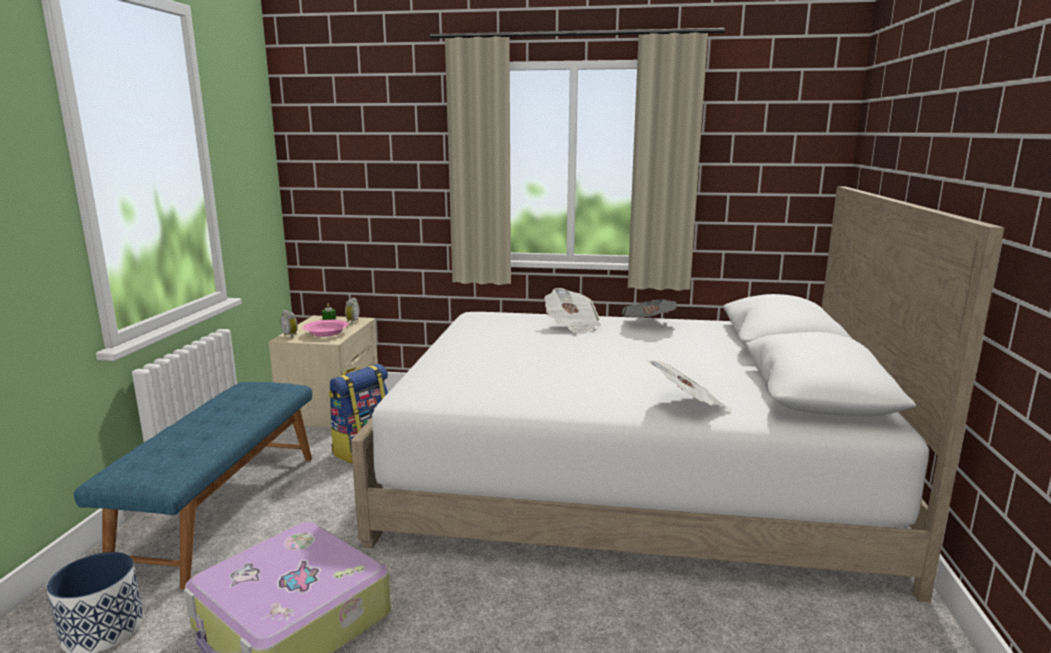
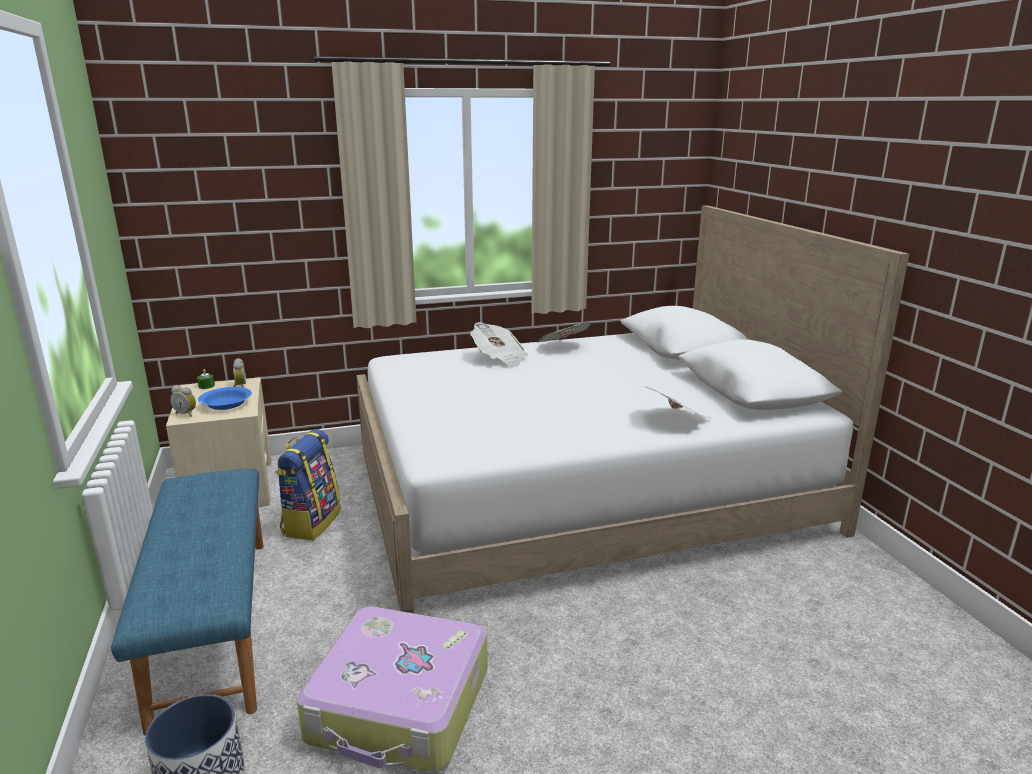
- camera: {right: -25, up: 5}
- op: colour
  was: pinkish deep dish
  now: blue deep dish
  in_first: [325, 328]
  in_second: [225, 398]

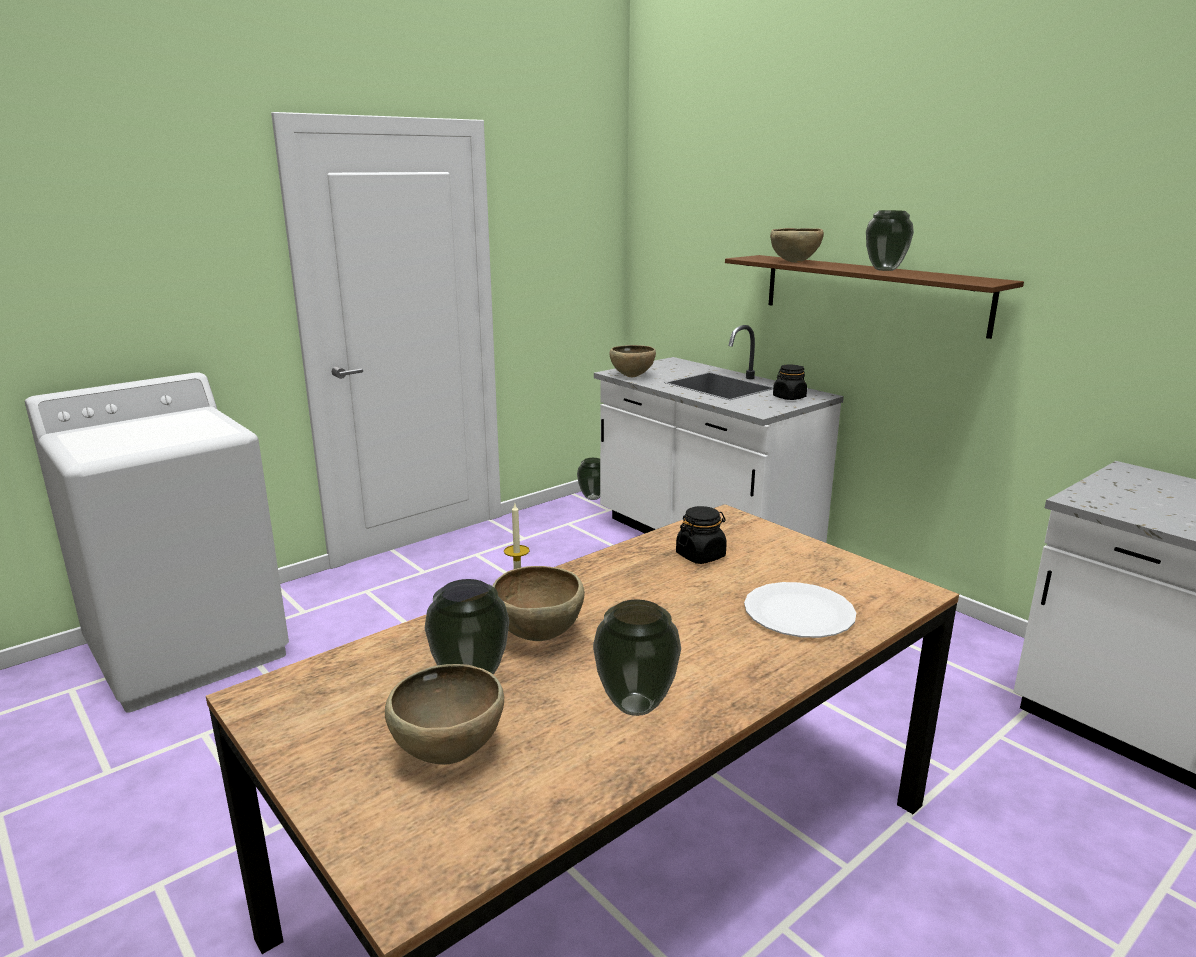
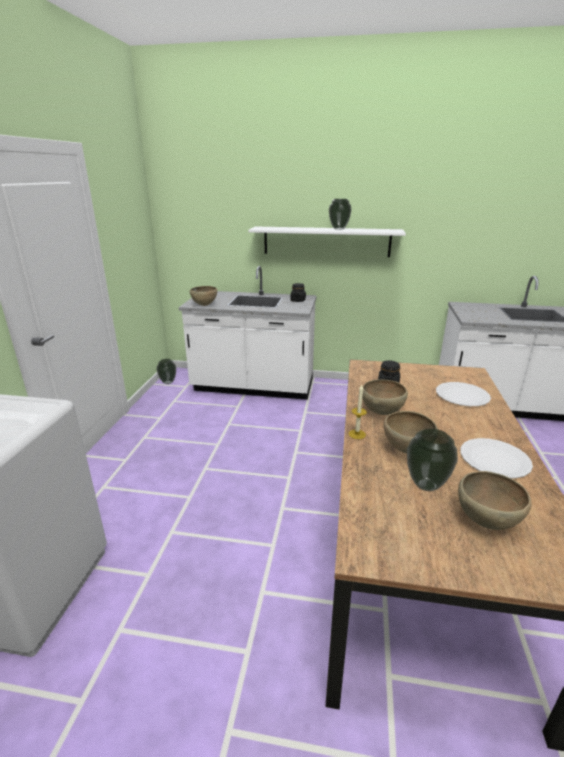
- camera: {right: -40, up: 5}
- op: exchanged
  was: vase
  now: white flat dish
  in_first: [637, 658]
  in_second: [496, 458]
- op: colour
  was: brown-coloured shelf
  now: white shelf
  in_first: [874, 297]
  in_second: [327, 241]
- op: relocated
  was: brown-coloured deep dish
  in_first: [797, 245]
  in_second: [385, 397]

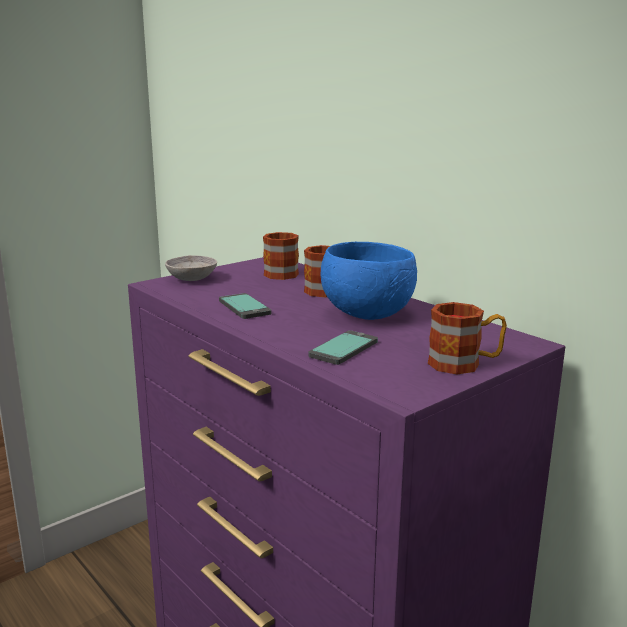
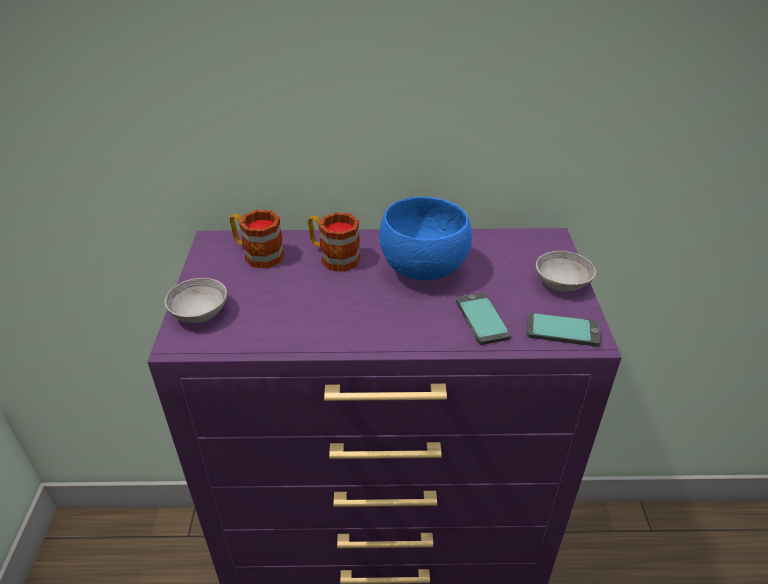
- camera: {right: -50, up: 20}
- op: relocated
  was: handset
  in_first: [245, 306]
  in_second: [564, 329]
- op: exchanged
  was: mug
  now: greyish deep dish
  in_first: [467, 338]
  in_second: [566, 271]

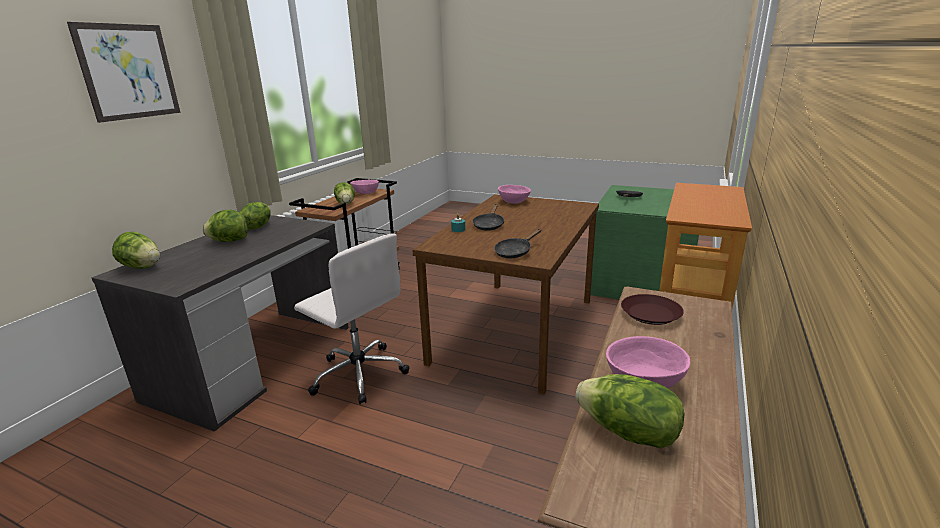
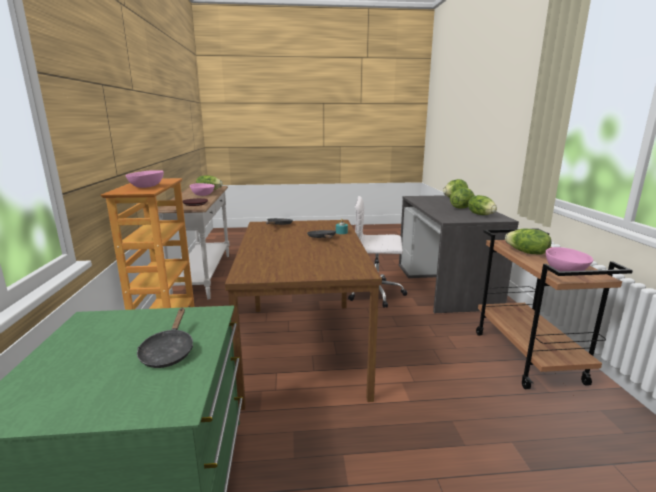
- camera: {right: 150, up: -5}
- op: missing
  was: wall art
  in_first: [124, 72]
- op: relocated
  was: pinkish deep dish
  in_first: [514, 194]
  in_second: [144, 179]

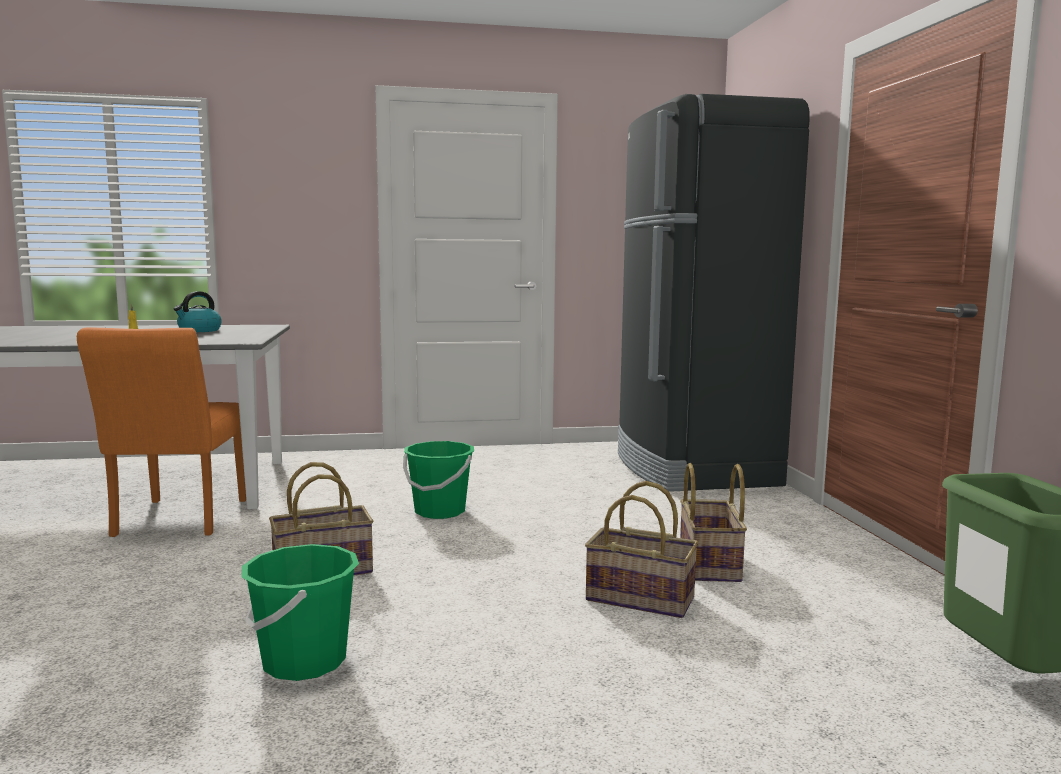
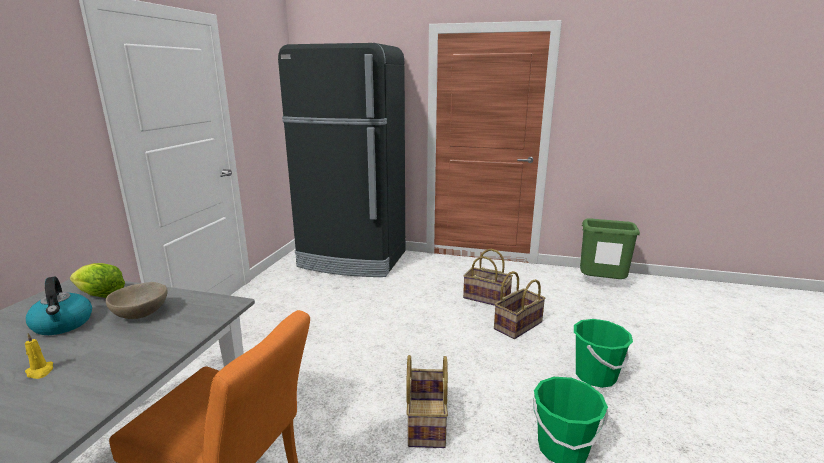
- camera: {right: -65, up: 10}
- op: relocated
  was: greenish pail
  in_first: [438, 480]
  in_second: [603, 353]
- op: appeared
  now: lettuce
  in_second: [97, 280]
- op: appeared
  now: beige-coloured deep dish
  in_second: [137, 300]

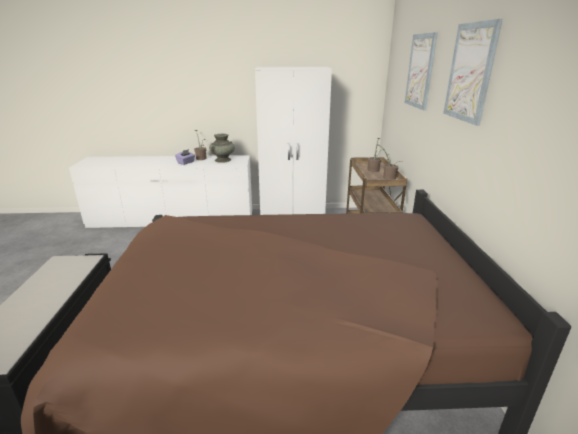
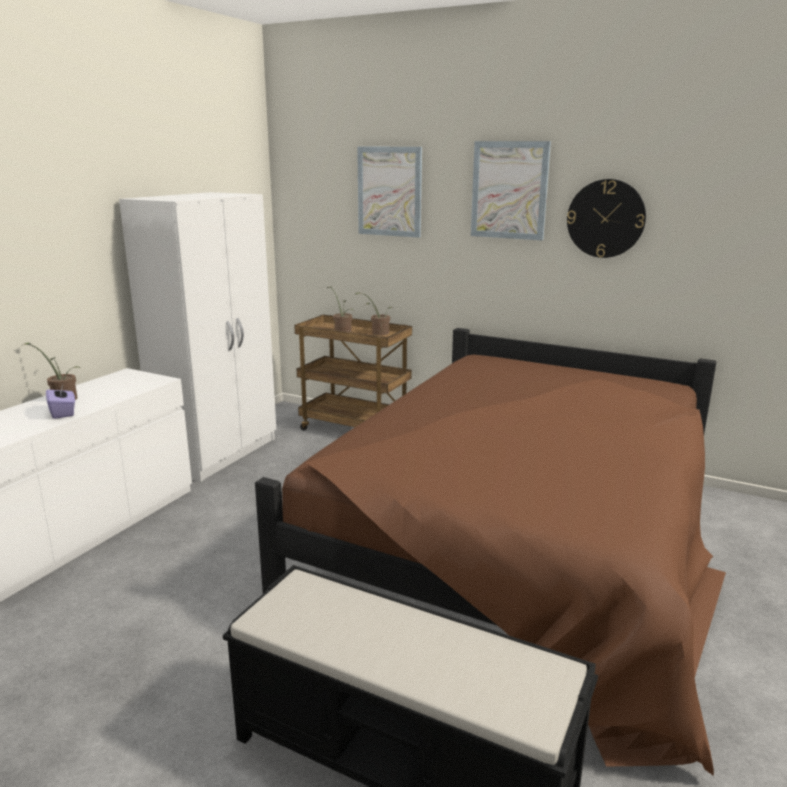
- camera: {right: -60, up: -5}
- op: missing
  was: turquoise-coloured vase
  in_first: [222, 148]
- op: appeared
  now: clock on the wall
  in_second: [606, 218]

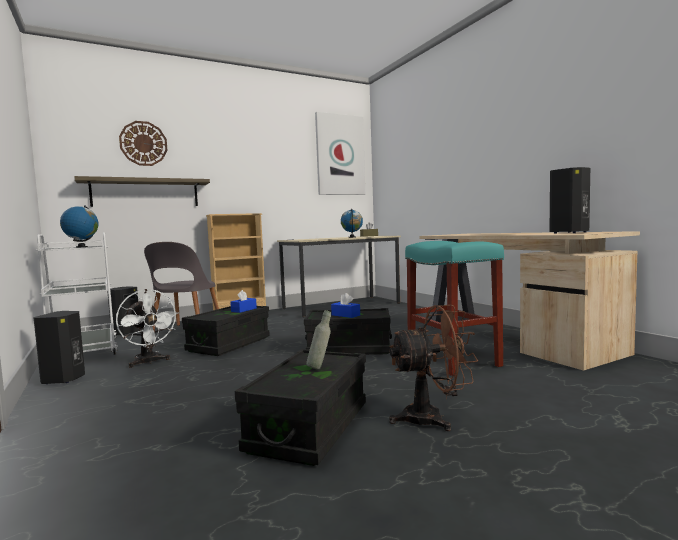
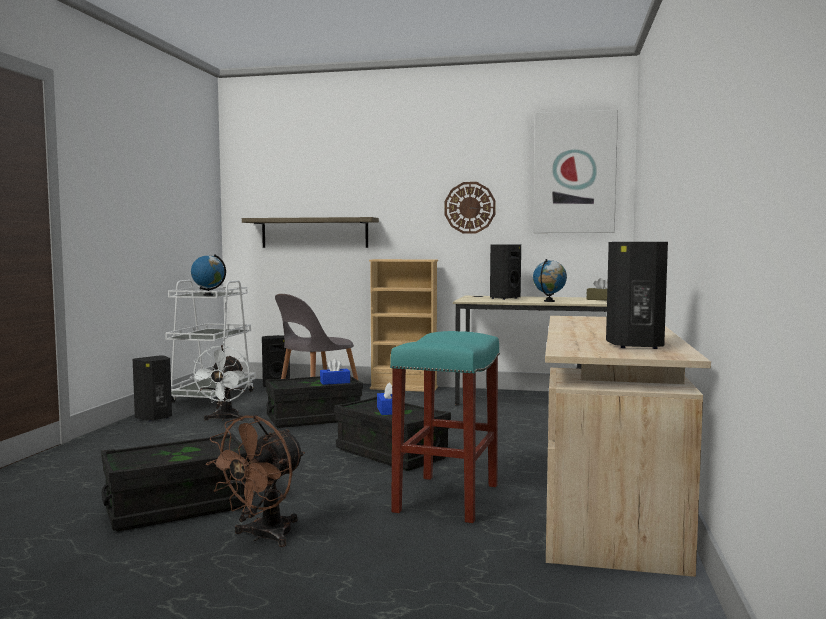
- camera: {right: 40, up: 0}
- op: relocated
  was: clock on the wall
  in_first: [143, 143]
  in_second: [470, 208]
- op: missing
  was: greyish bottle
  in_first: [318, 339]
- op: spun
  was: brown-coloured fan
  in_first: [433, 368]
  in_second: [255, 481]
  clockwise: 90
- op: appeared
  now: black-coloured audio speaker
  in_second: [505, 272]

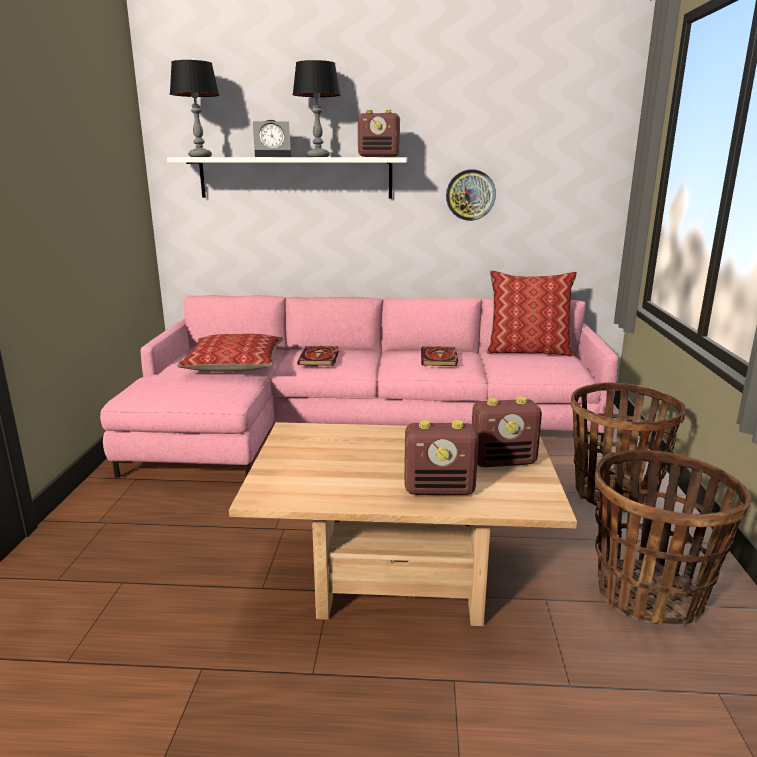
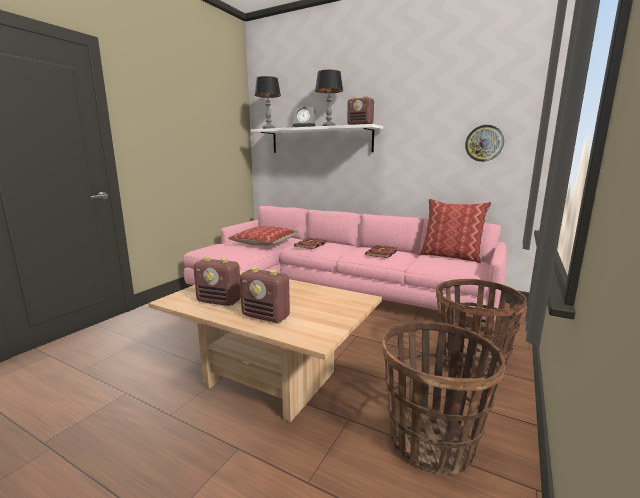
- camera: {right: 25, up: -5}
- op: relocated
  was: clock on the wall
  in_first: [471, 195]
  in_second: [484, 143]
- op: relocated
  was: radio receiver
  in_first: [507, 432]
  in_second: [217, 281]

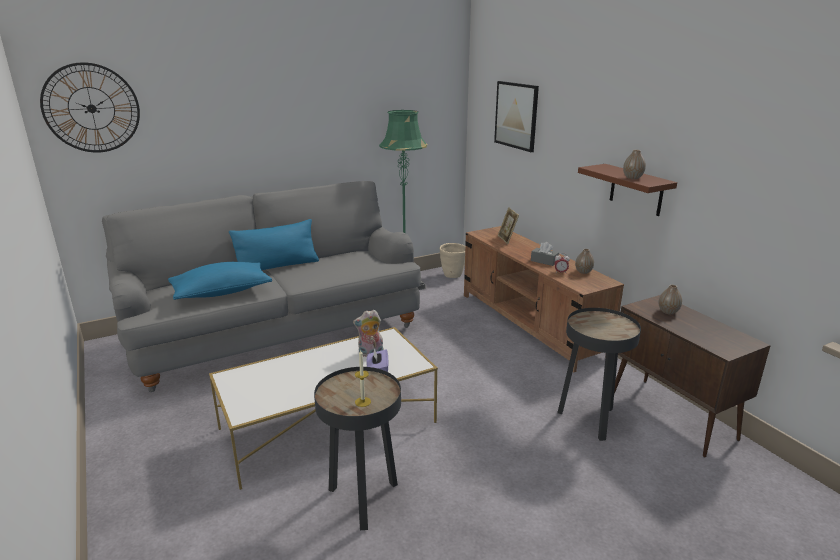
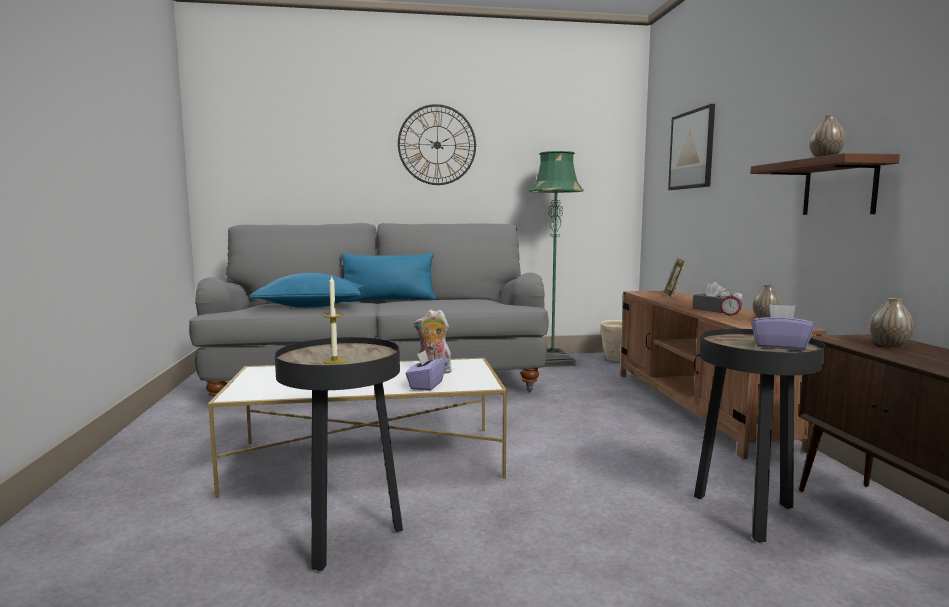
- camera: {right: 20, up: -15}
- op: relocated
  was: clock on the wall
  in_first: [90, 107]
  in_second: [437, 144]
- op: appeared
  now: purple box of tissues
  in_second: [783, 327]

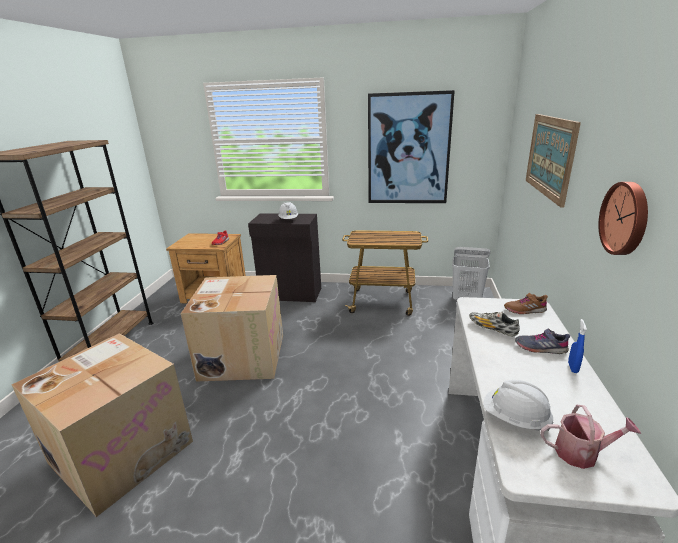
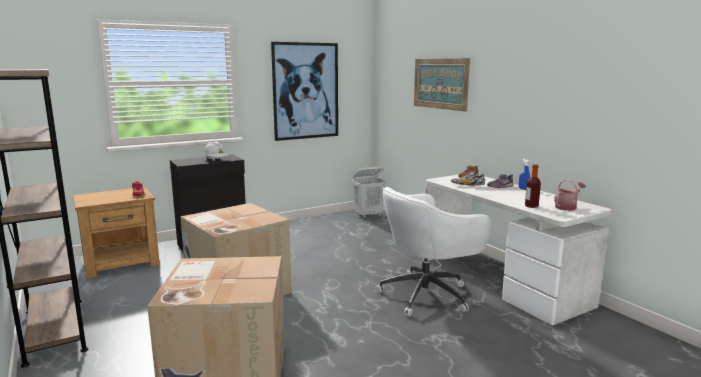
- camera: {right: -40, up: -10}
- op: missing
  was: cart
  in_first: [385, 273]
- op: exchanged
  was: white hard hat
  now: bottle
  in_first: [518, 405]
  in_second: [533, 186]
- op: missing
  was: clock on the wall
  in_first: [623, 218]
- op: appeared
  now: white desk chair
  in_second: [433, 252]

